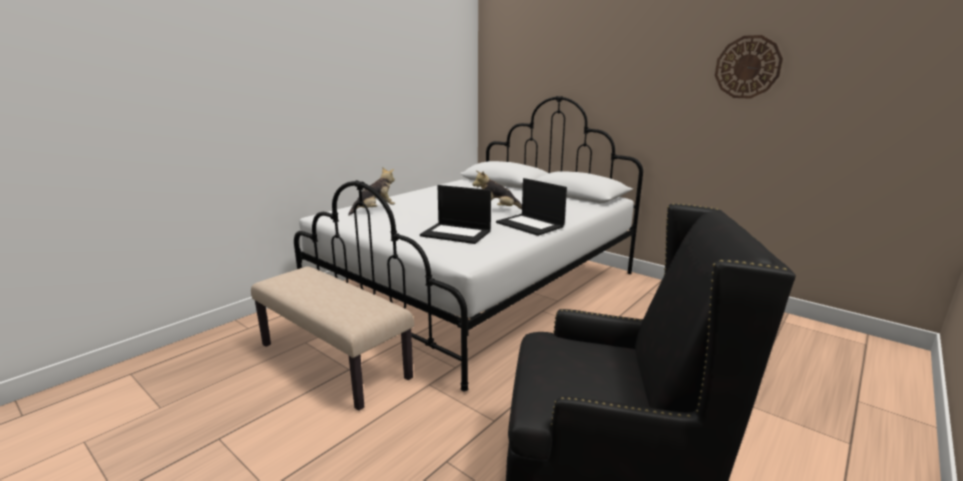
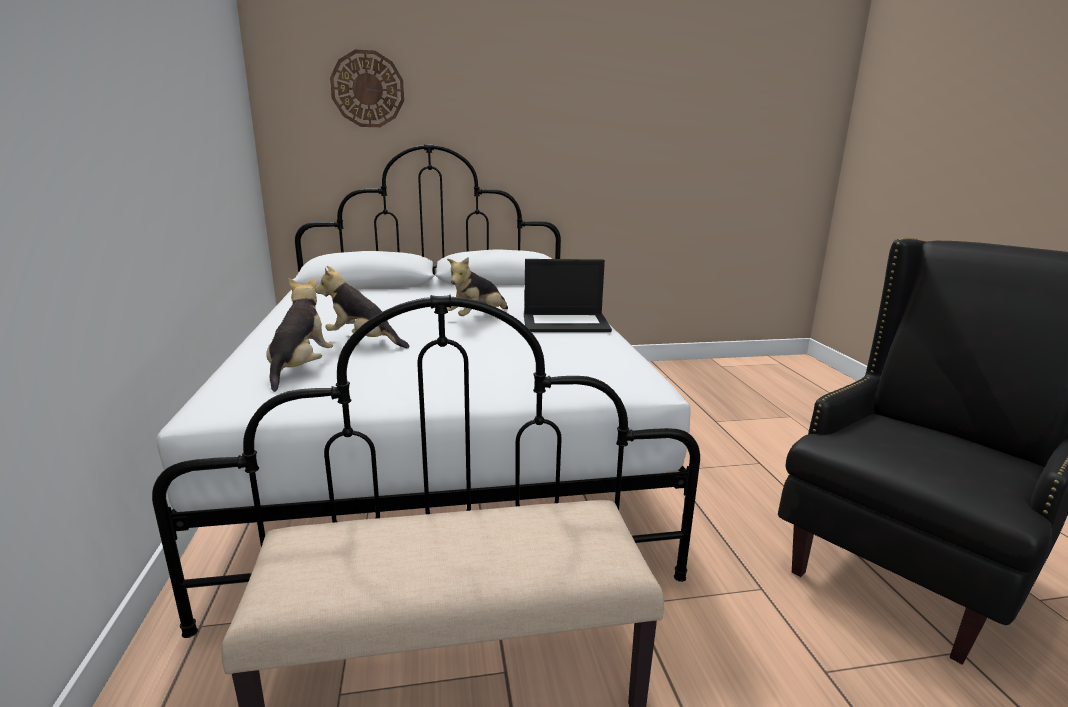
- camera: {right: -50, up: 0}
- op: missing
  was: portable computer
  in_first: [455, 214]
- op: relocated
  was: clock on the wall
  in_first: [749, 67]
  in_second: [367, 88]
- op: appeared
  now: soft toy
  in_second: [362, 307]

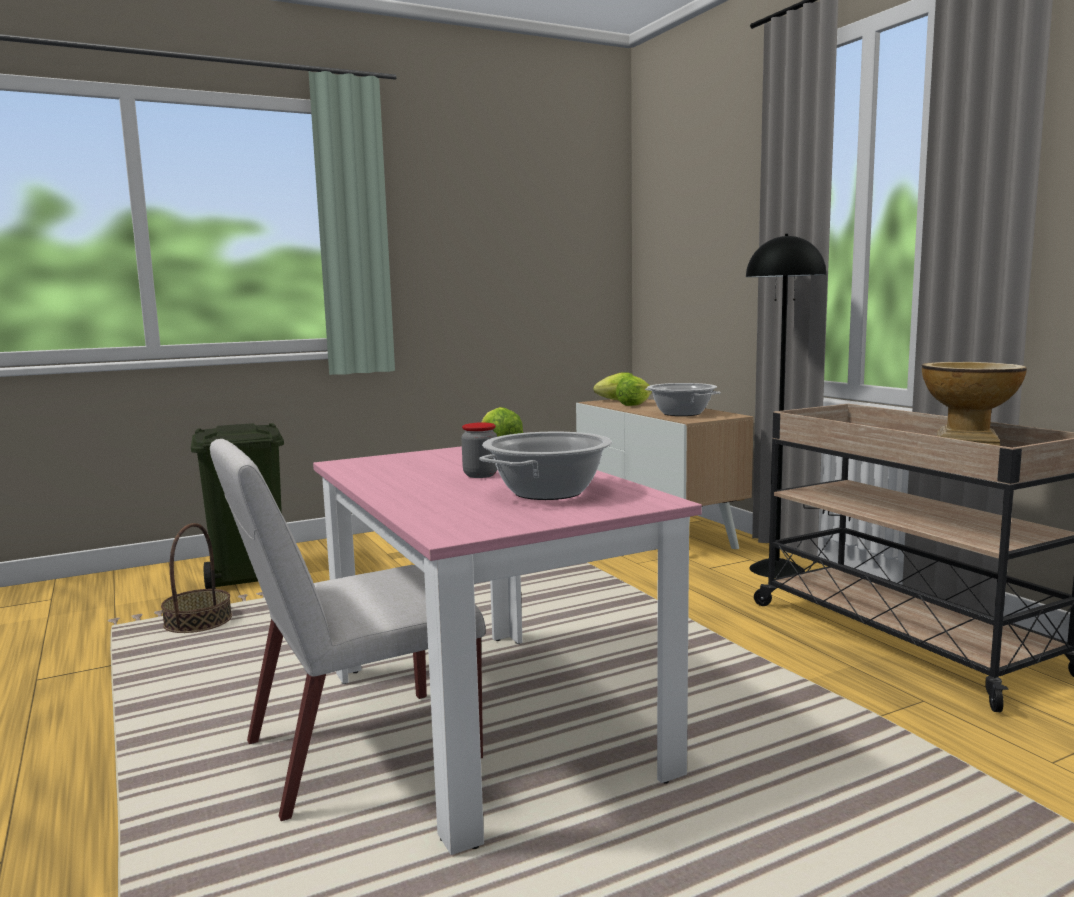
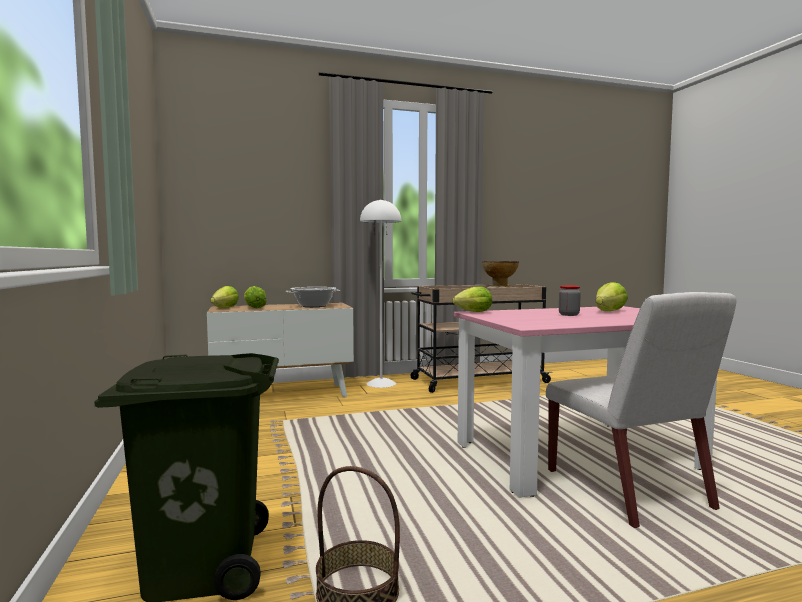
- camera: {right: -80, up: -5}
- op: exchanged
  was: cooking pot
  now: lettuce
  in_first: [545, 466]
  in_second: [612, 296]
- op: colour
  was: black-coloured standard lamp
  now: white standard lamp
  in_first: [786, 406]
  in_second: [380, 293]

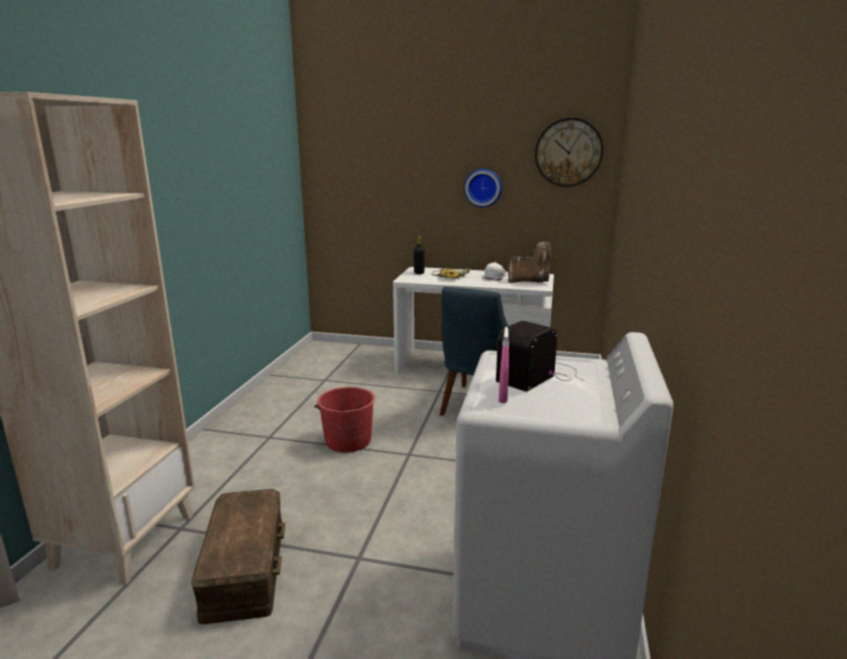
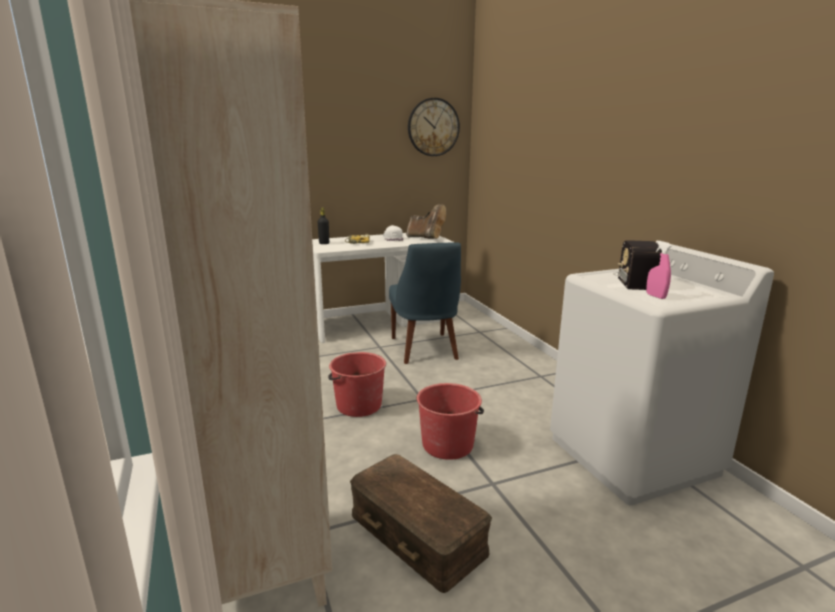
- camera: {right: -35, up: 0}
- op: missing
  was: clock on the wall
  in_first: [483, 188]
- op: spun
  was: brown-coloured high-top boot
  in_first: [529, 262]
  in_second: [426, 221]
  clockwise: 60
- op: appeared
  now: red pail
  in_second: [450, 421]

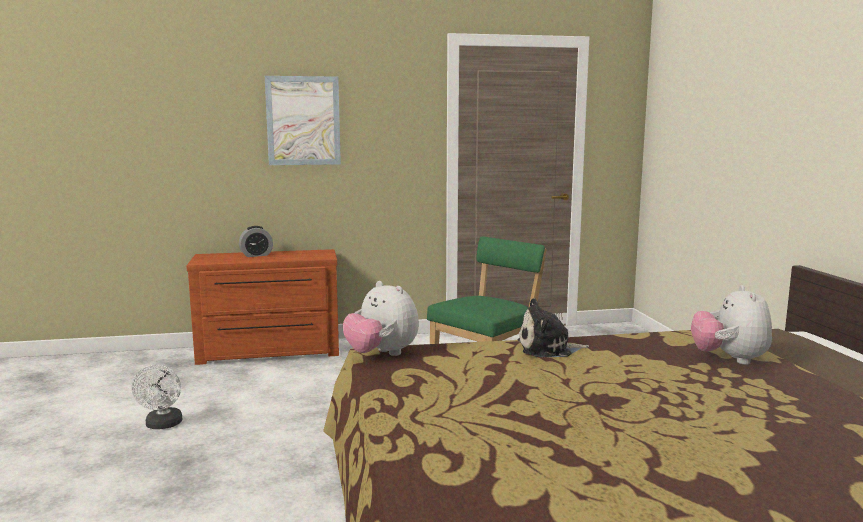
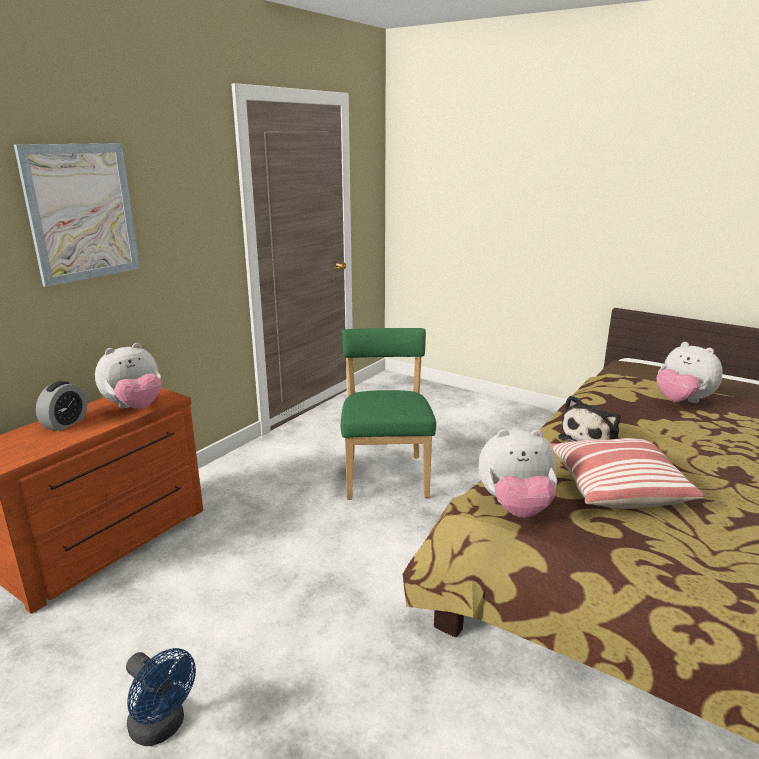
- camera: {right: -45, up: 10}
- op: colour
  was: white fan
  now: blue fan
  in_first: [157, 397]
  in_second: [161, 697]
- op: appeared
  now: soft toy
  in_second: [128, 376]
- op: appeared
  now: cushion
  in_second: [627, 473]

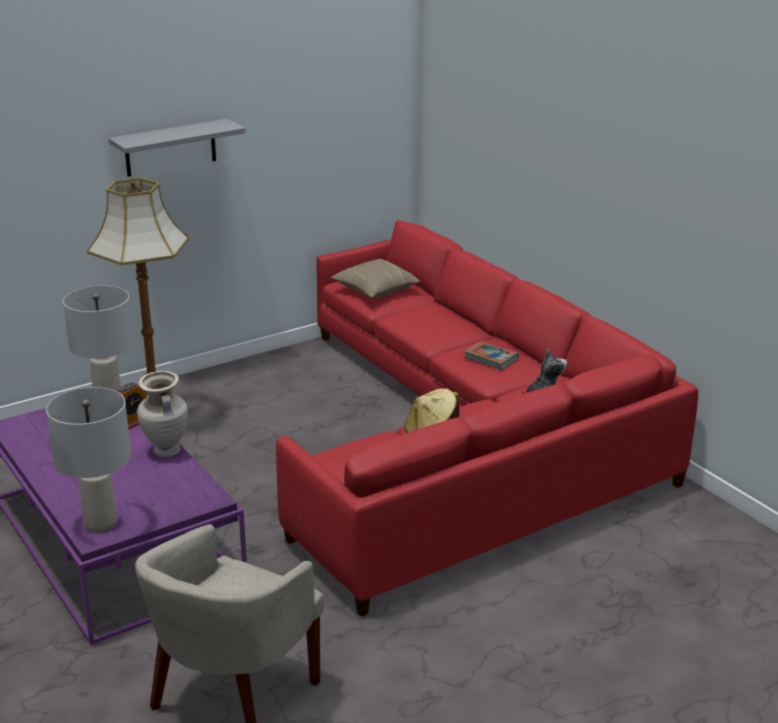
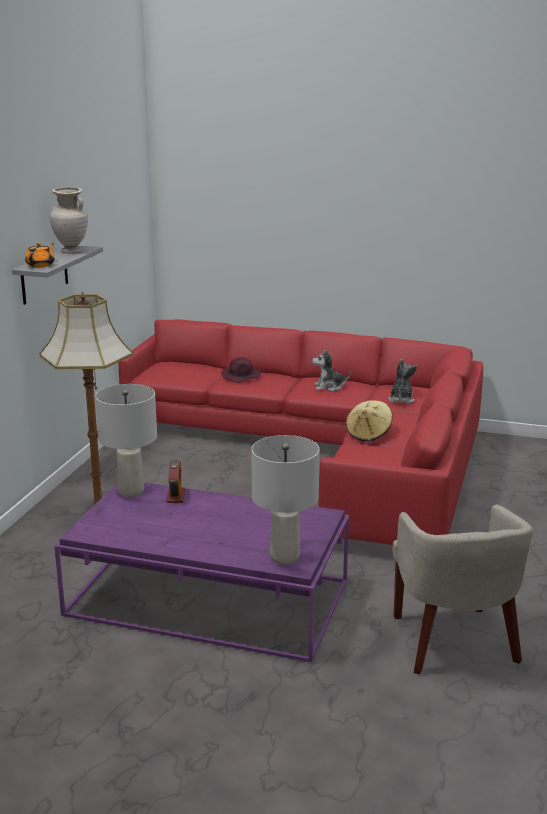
- camera: {right: -40, up: -5}
- op: relocated
  was: beige-coloured vase
  in_first: [162, 414]
  in_second: [69, 220]
- op: missing
  was: beige-coloured cushion
  in_first: [375, 279]
- op: exchanged
  was: book
  now: soft toy
  in_first: [491, 355]
  in_second: [331, 370]
- op: appeared
  now: orange-coloured pot for tea
  in_second: [40, 255]
- op: appeared
  now: purple wearable hat
  in_second: [241, 370]

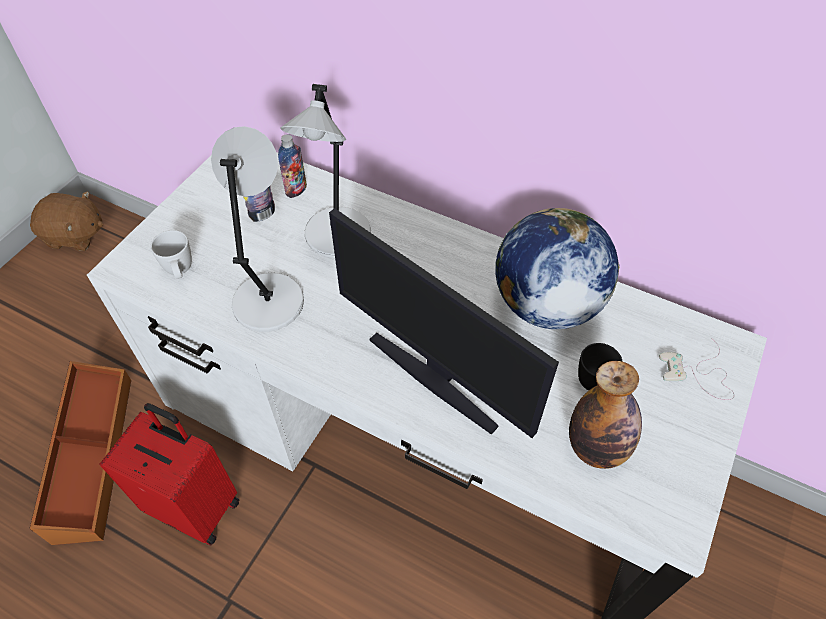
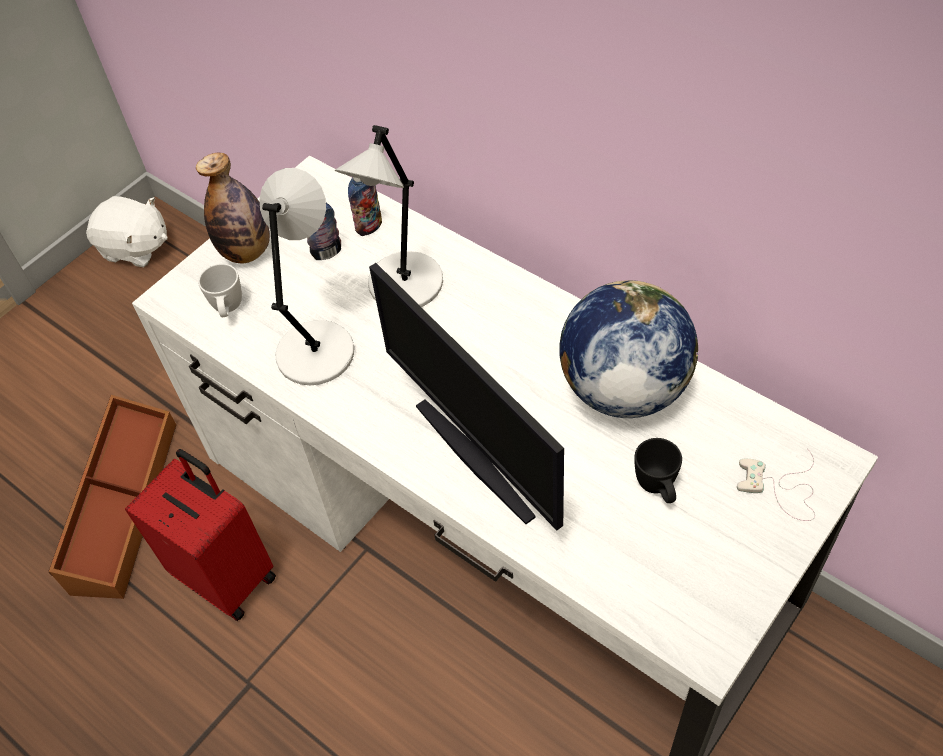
- camera: {right: 15, up: 0}
- op: colour
  was: brown-coloured soft toy
  now: white soft toy
  in_first: [66, 221]
  in_second: [126, 231]
- op: relocated
  was: bottle
  in_first: [605, 415]
  in_second: [233, 208]

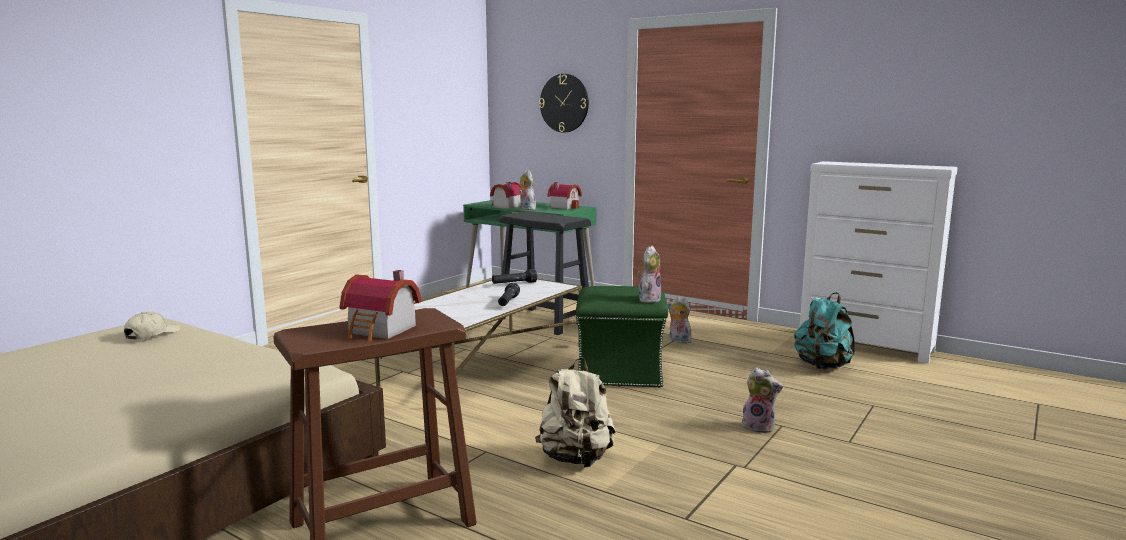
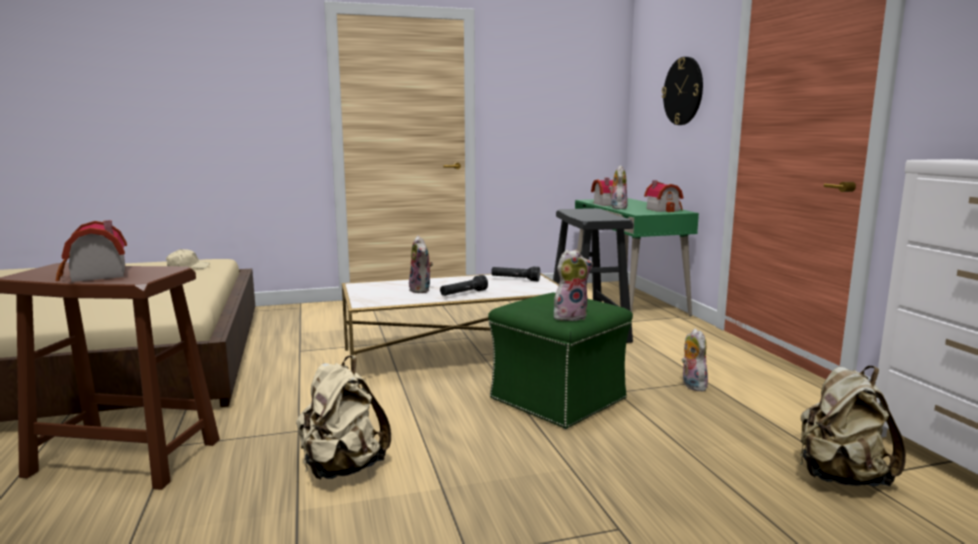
- camera: {right: 40, up: 0}
- op: relocated
  was: soft toy
  in_first: [762, 400]
  in_second: [421, 264]
- op: colour
  was: turquoise-coloured knapsack
  now: beige-coloured knapsack
  in_first: [824, 331]
  in_second: [853, 426]

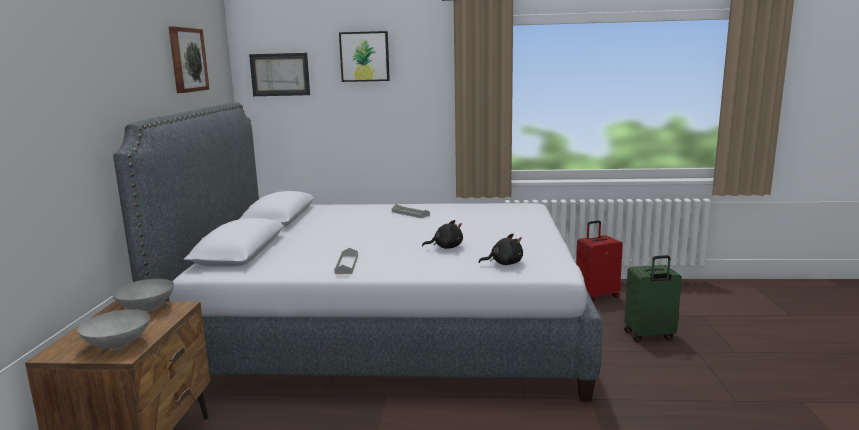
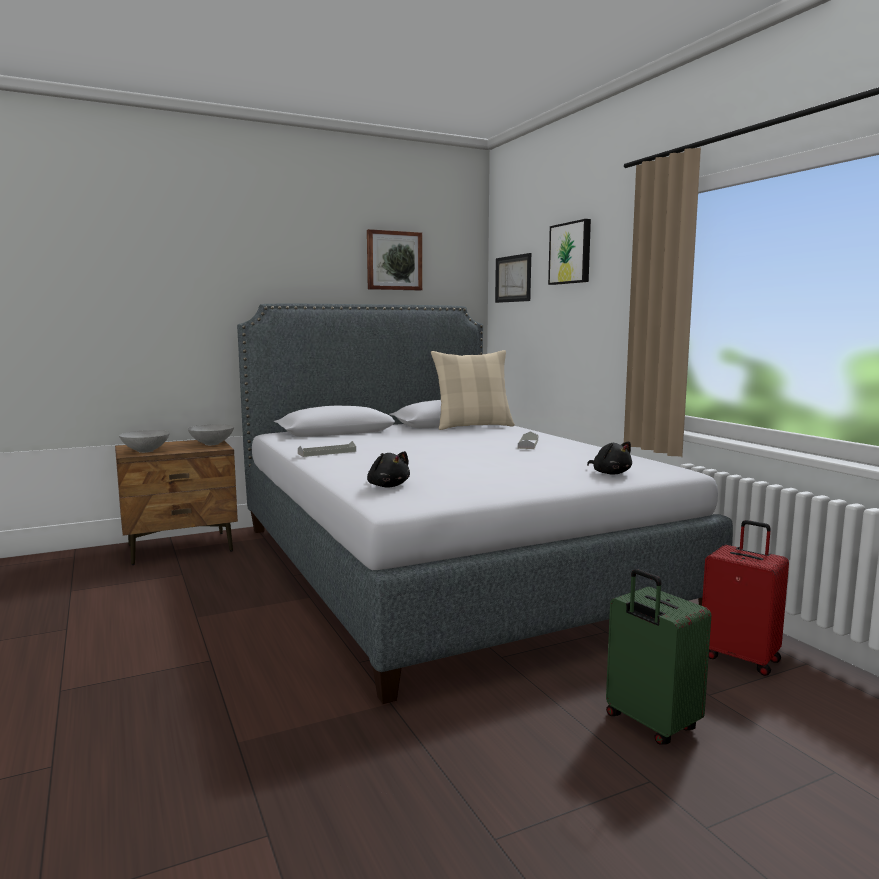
- camera: {right: 60, up: -5}
- op: relocated
  was: black-coloured soft toy
  in_first: [442, 234]
  in_second: [609, 458]
- op: appeared
  now: beige-coloured cushion
  in_second: [473, 390]

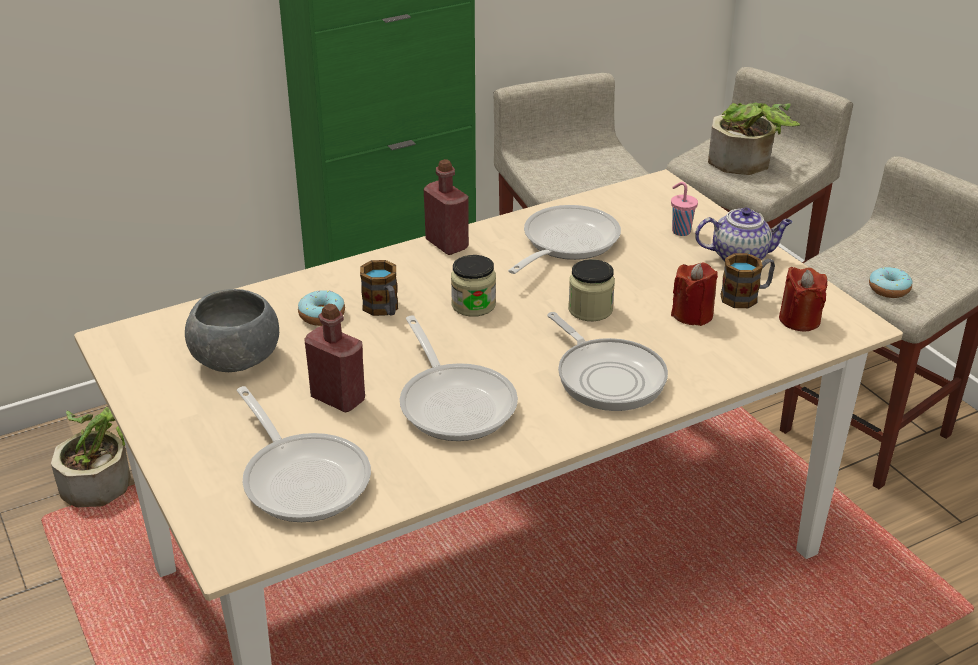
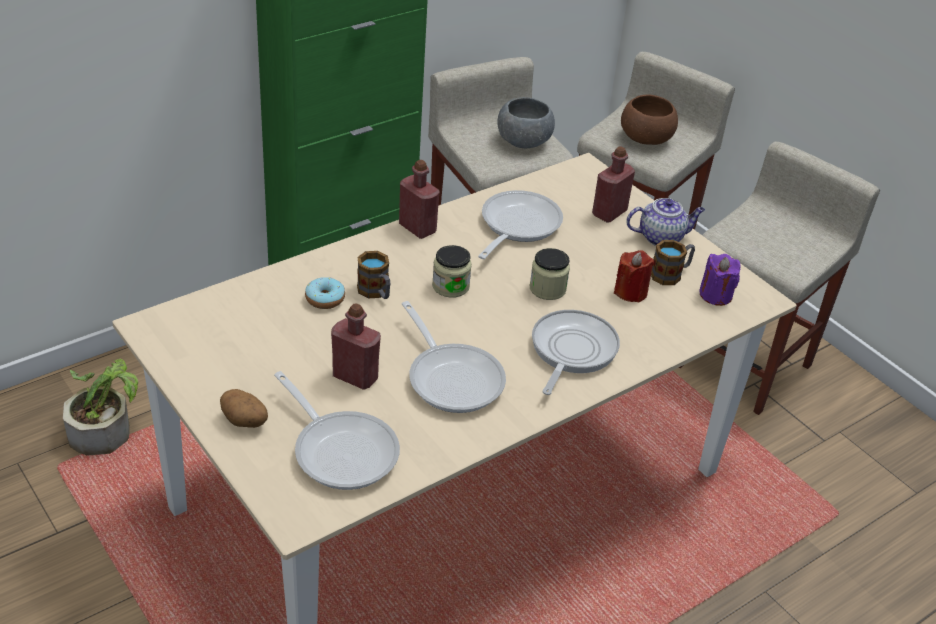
- camera: {right: -10, up: 5}
- op: relocated
  was: greyish deep dish
  in_first: [232, 330]
  in_second: [526, 122]
- op: spun
  was: frying pan
  in_first: [607, 361]
  in_second: [576, 352]
  clockwise: -120
- op: exchanged
  was: pinkish cup
  now: red bottle
  in_first: [684, 209]
  in_second: [613, 184]
- op: exchanged
  was: houseplant
  now: brown-coloured deep dish
  in_first: [754, 138]
  in_second: [649, 119]
- op: colour
  was: red candle
  now: purple candle
  in_first: [803, 299]
  in_second: [720, 280]
- op: missing
  was: donut
  in_first: [891, 282]
- op: appeared
  now: spud
  in_second: [244, 408]

